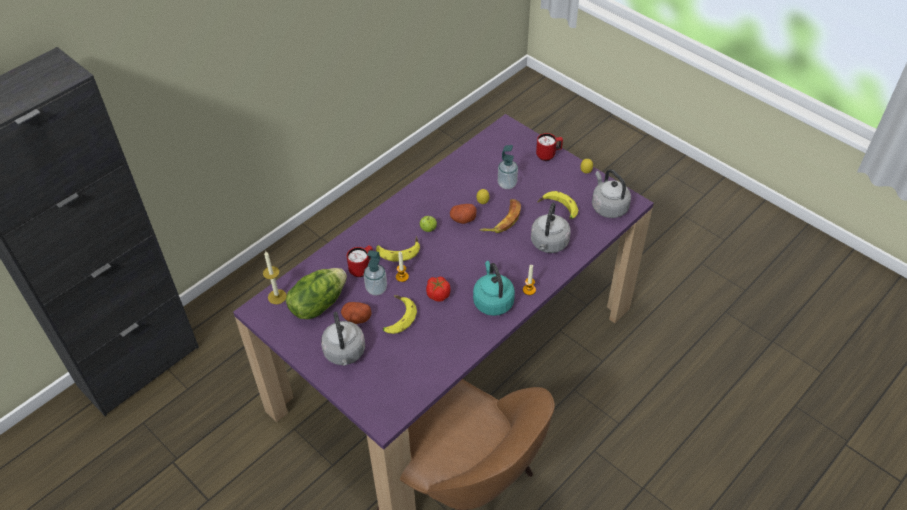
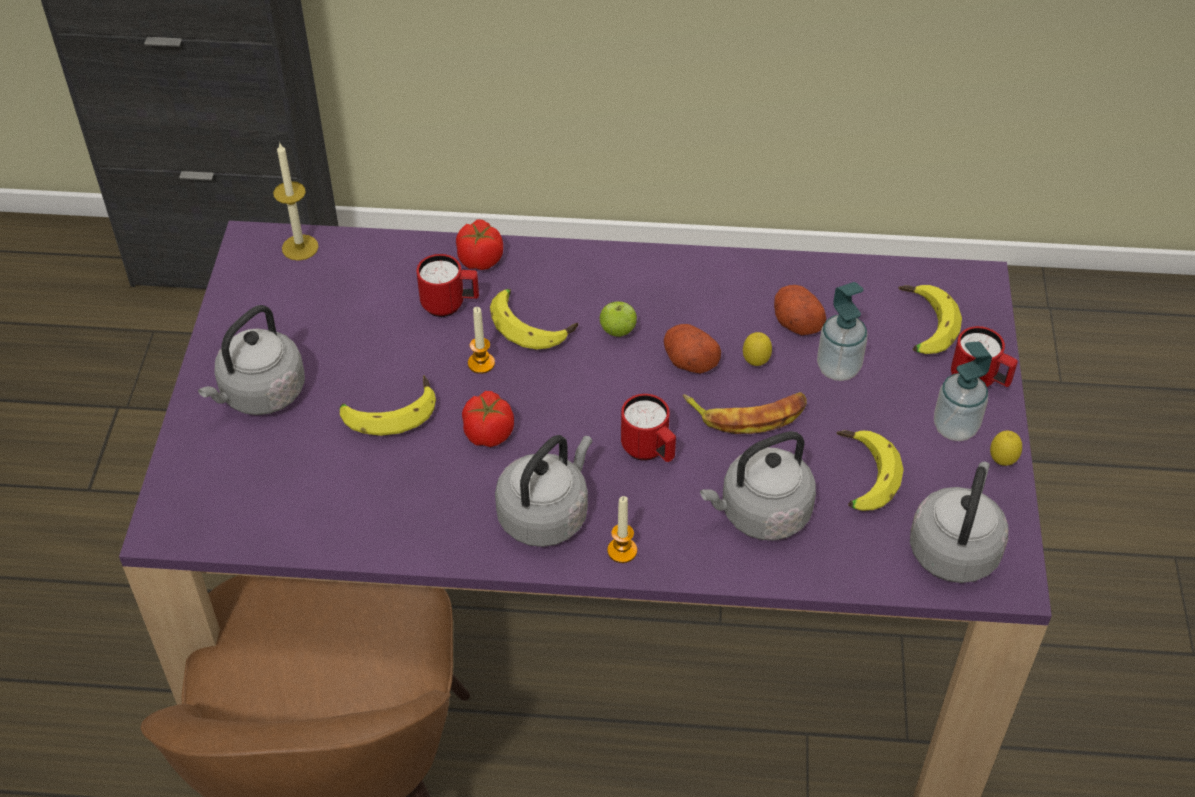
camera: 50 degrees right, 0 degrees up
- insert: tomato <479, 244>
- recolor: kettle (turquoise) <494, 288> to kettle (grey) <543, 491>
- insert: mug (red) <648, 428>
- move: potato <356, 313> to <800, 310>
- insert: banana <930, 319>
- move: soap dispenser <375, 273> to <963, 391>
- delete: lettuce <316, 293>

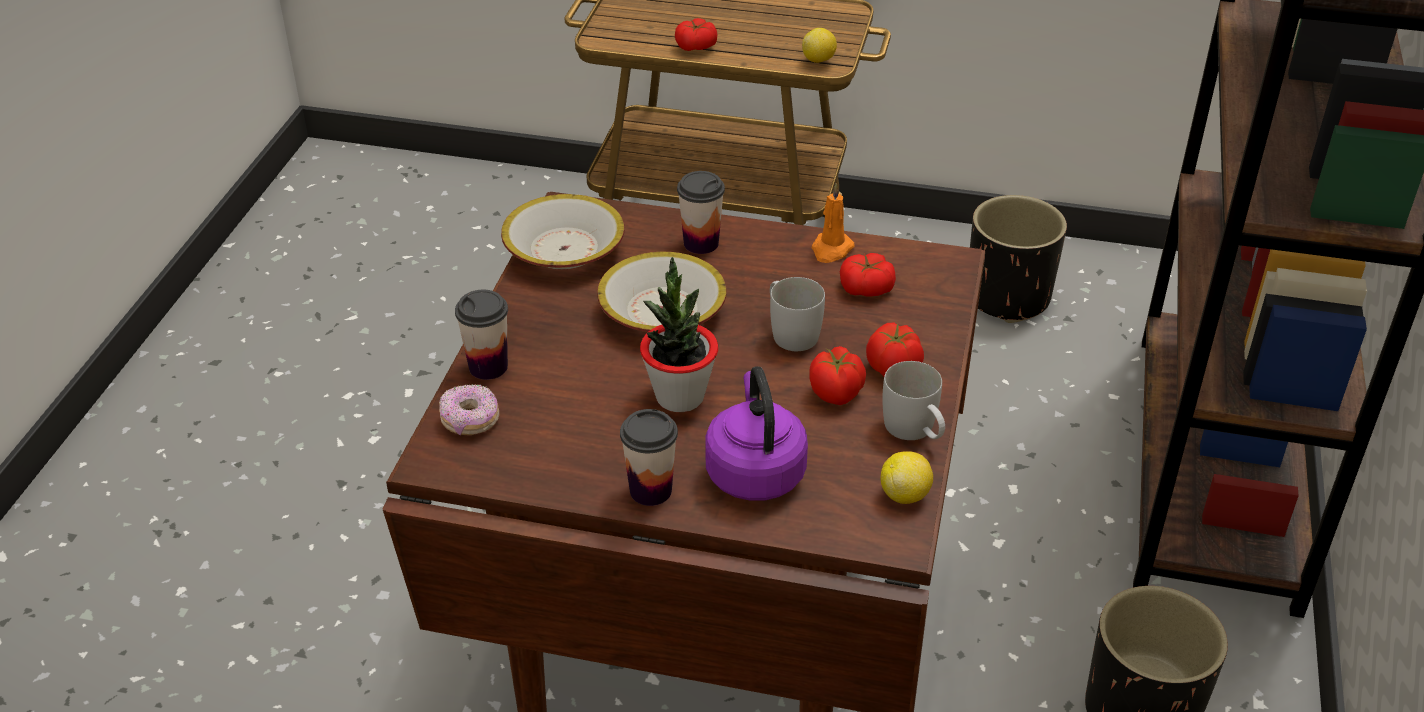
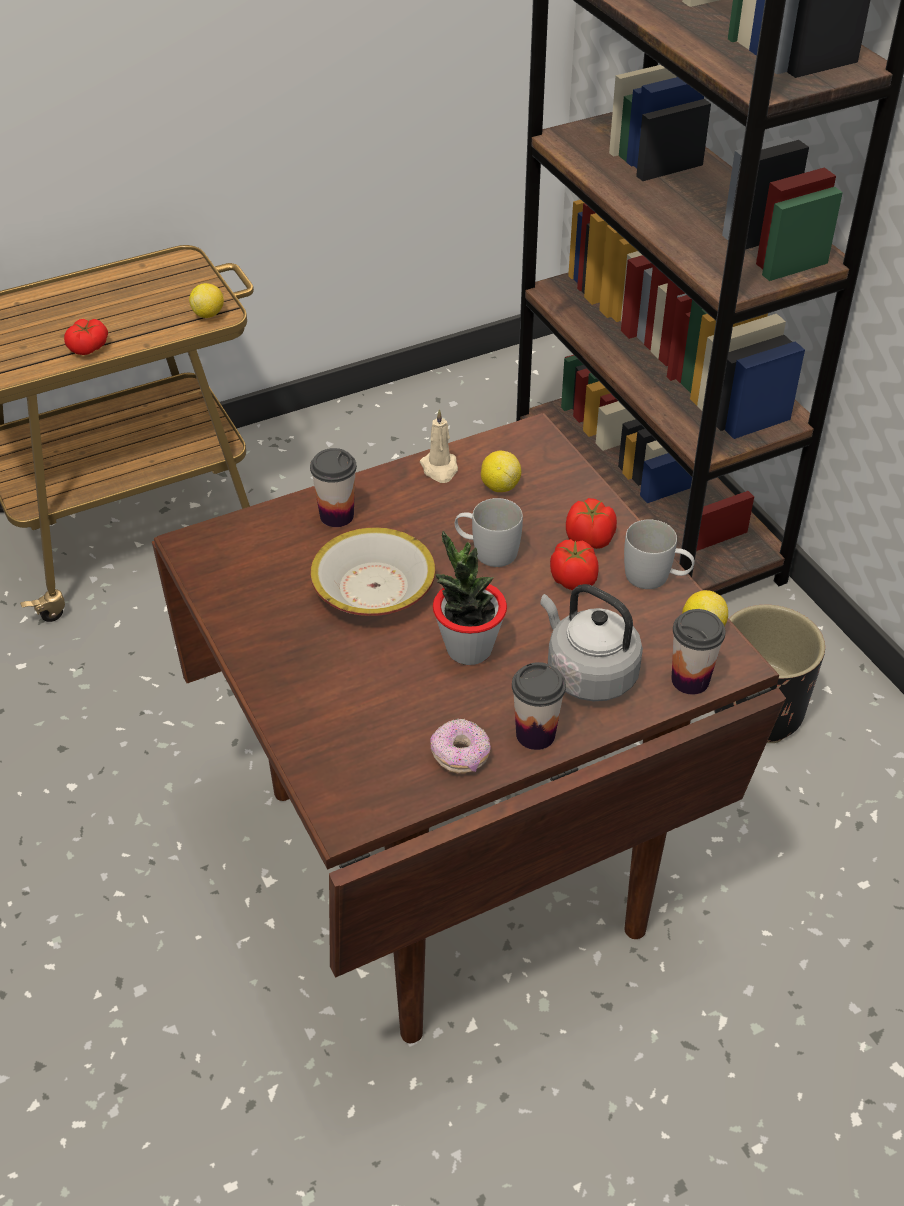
camera: 40 degrees left, 5 degrees up
- recolor: candle (orange) <833, 223> to candle (beige) <439, 446>
- move: donut <469, 409> to <461, 746>
- replace: tomato <868, 274> to lemon <501, 471>
- recolor: kettle (purple) <756, 433> to kettle (grey) <591, 642>
- move: cup <481, 335> to <698, 652>
- delete: bowl <563, 232>
- delete: planter (black) <1018, 259>

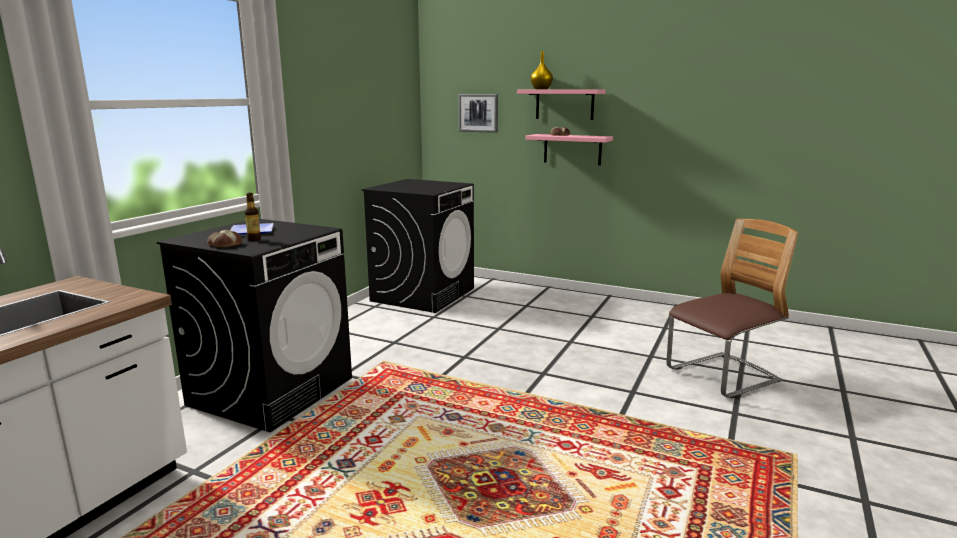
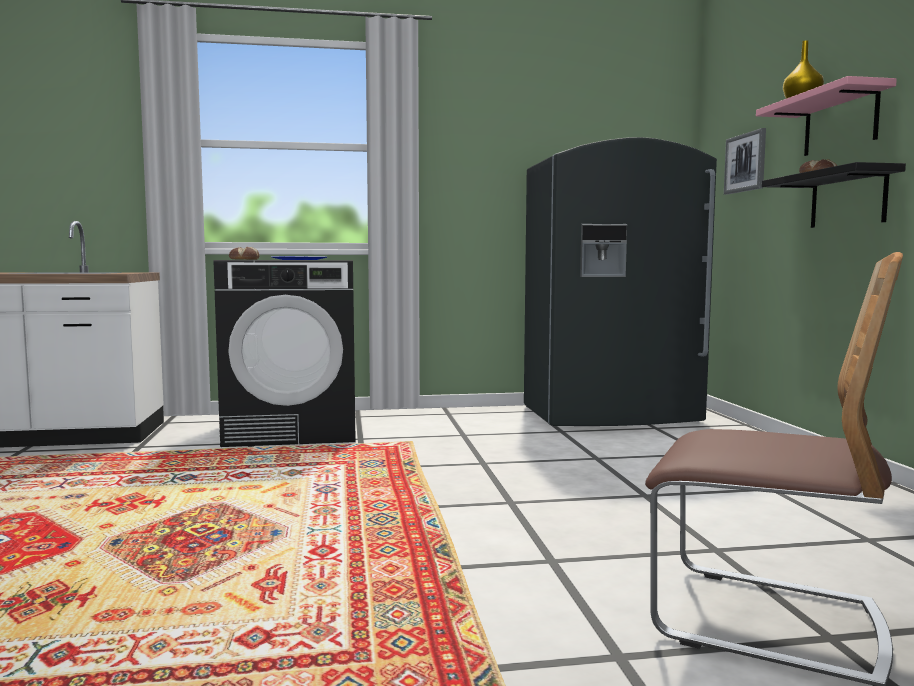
camera: 55 degrees right, 10 degrees down
- replace: washing machine (black) <417, 246> to fridge (grey) <620, 281>
- recolor: shelf (pink) <569, 149> to shelf (black) <834, 195>
- delete: bottle <253, 217>

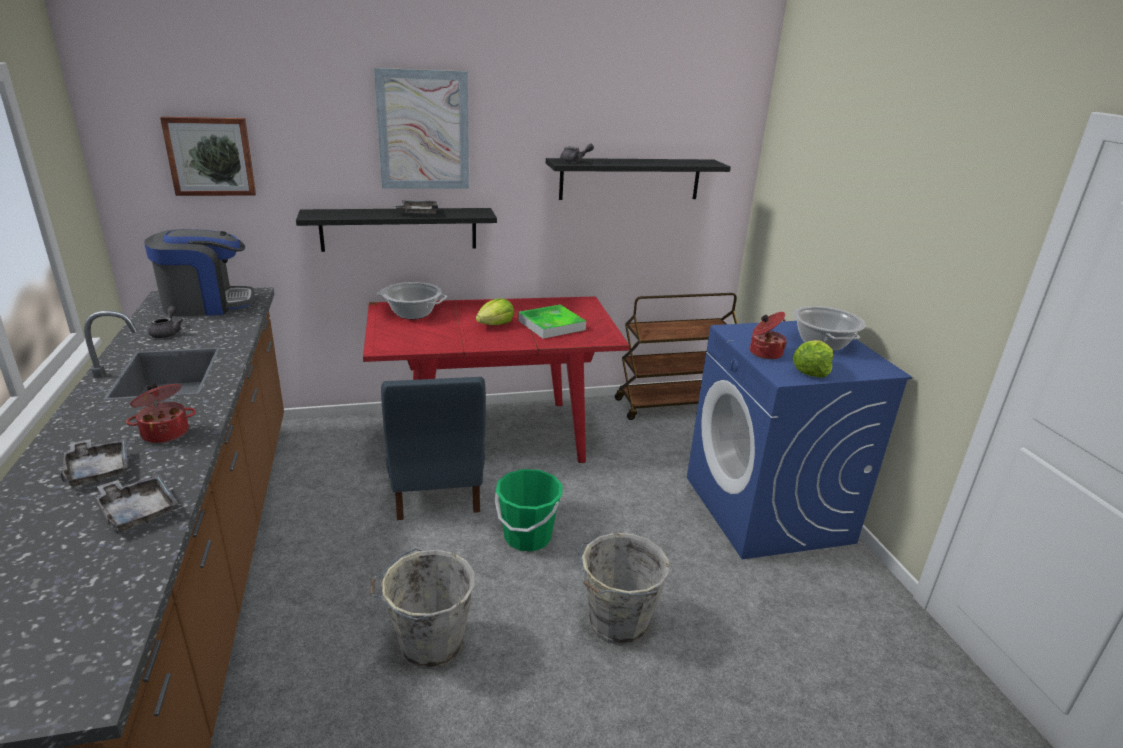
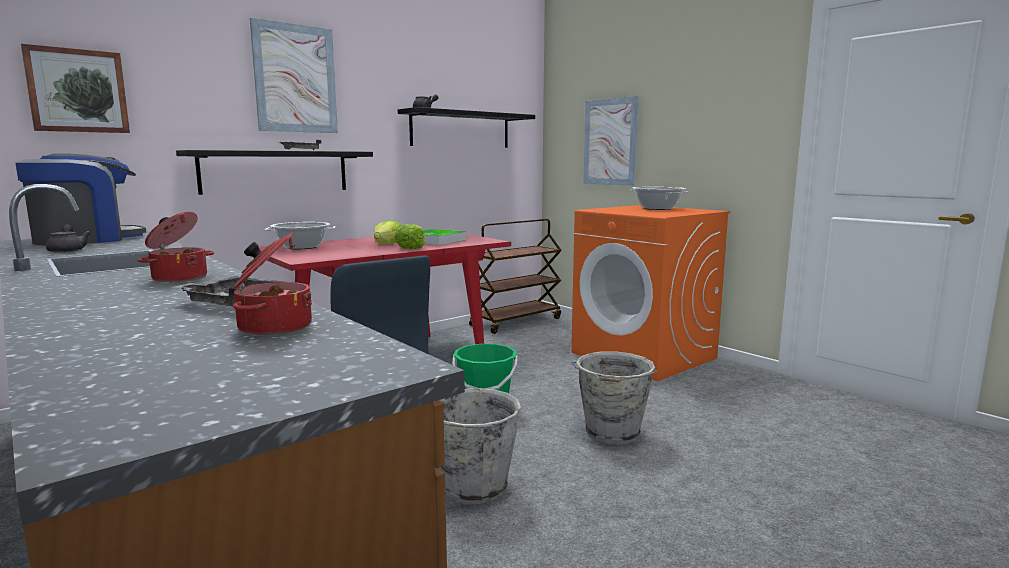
camera: 25 degrees left, 15 degrees down
- move: cooking pot <768, 336> to <272, 284>
- move: lettuce <813, 359> to <410, 236>
- recolor: washing machine (blue) <799, 440> to washing machine (orange) <650, 293>
- insert: picture <611, 141>
- delete: tray (grey) <94, 462>

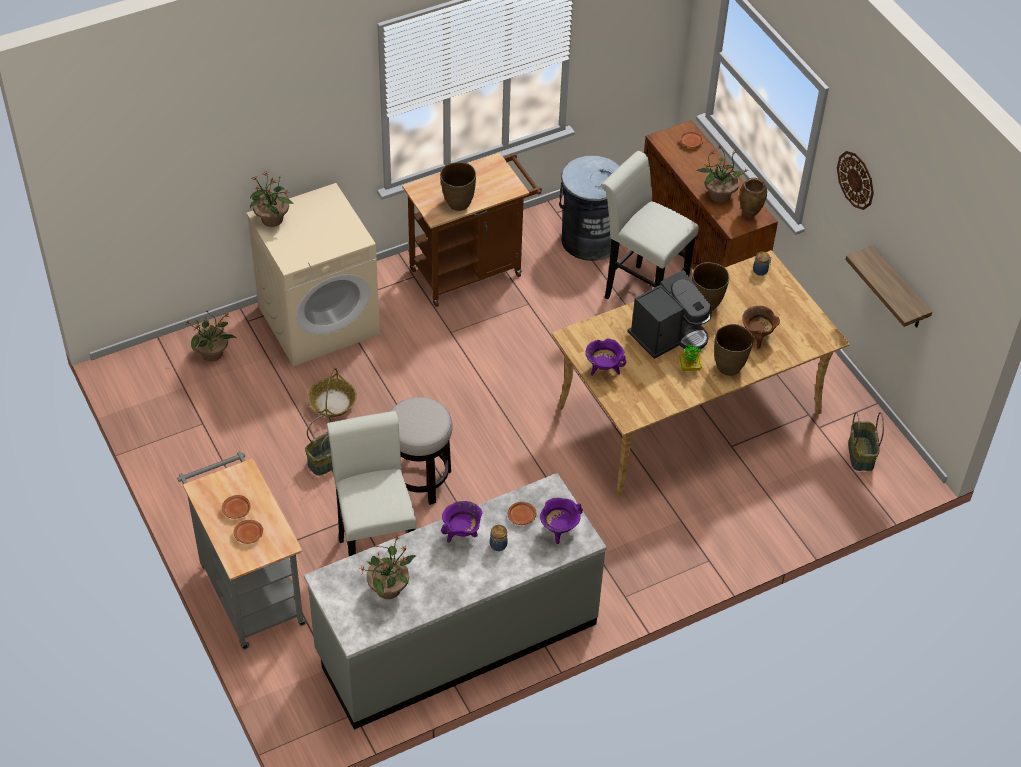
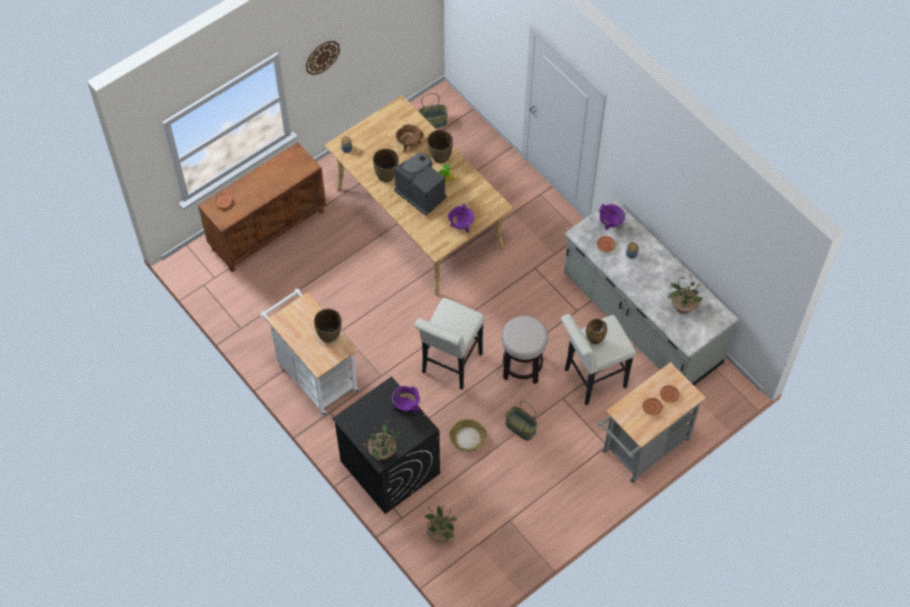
camera: 100 degrees left, 10 degrees up
- recolor: cart (brown) <472, 230> to cart (white) <309, 352>
- recolor: washing machine (beige) <313, 274> to washing machine (black) <386, 445>
- move: cooking pot (purple) <461, 522> to <406, 400>
- move: stool (white) <650, 225> to <449, 344>
- move: vase (brown) <753, 198> to <596, 331>
- delete: trash can (grey) <589, 208>
- delete: potted plant <721, 173>
- delete: shelf <888, 287>

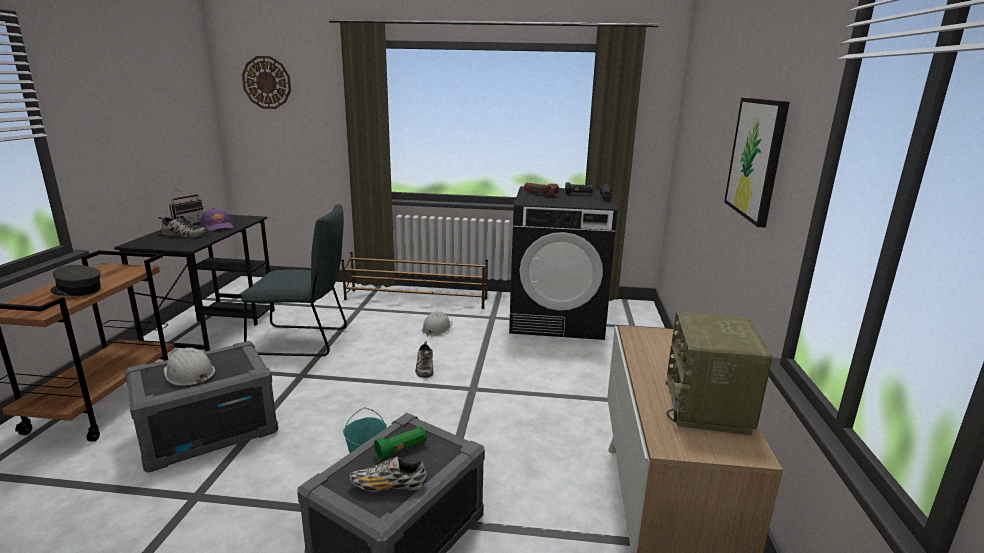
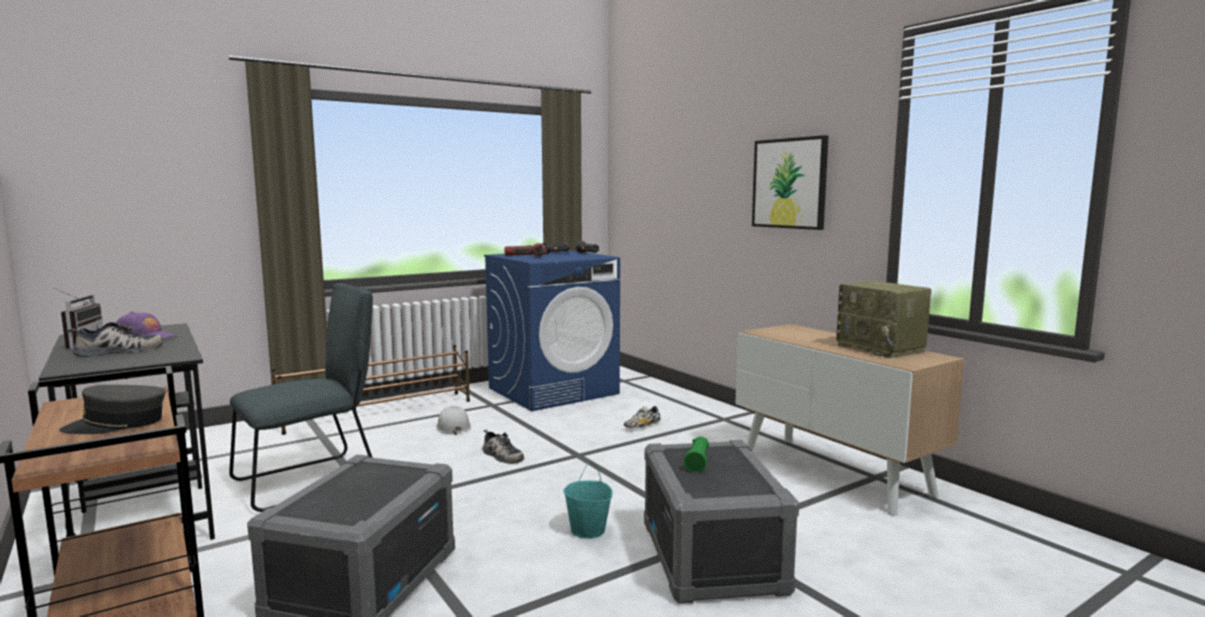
camera: 40 degrees left, 10 degrees down
- recolor: washing machine (black) <563, 263> to washing machine (blue) <552, 330>
- move: shoe <388, 474> to <642, 417>
- delete: hard hat (white) <189, 367>
- delete: wall clock <266, 82>

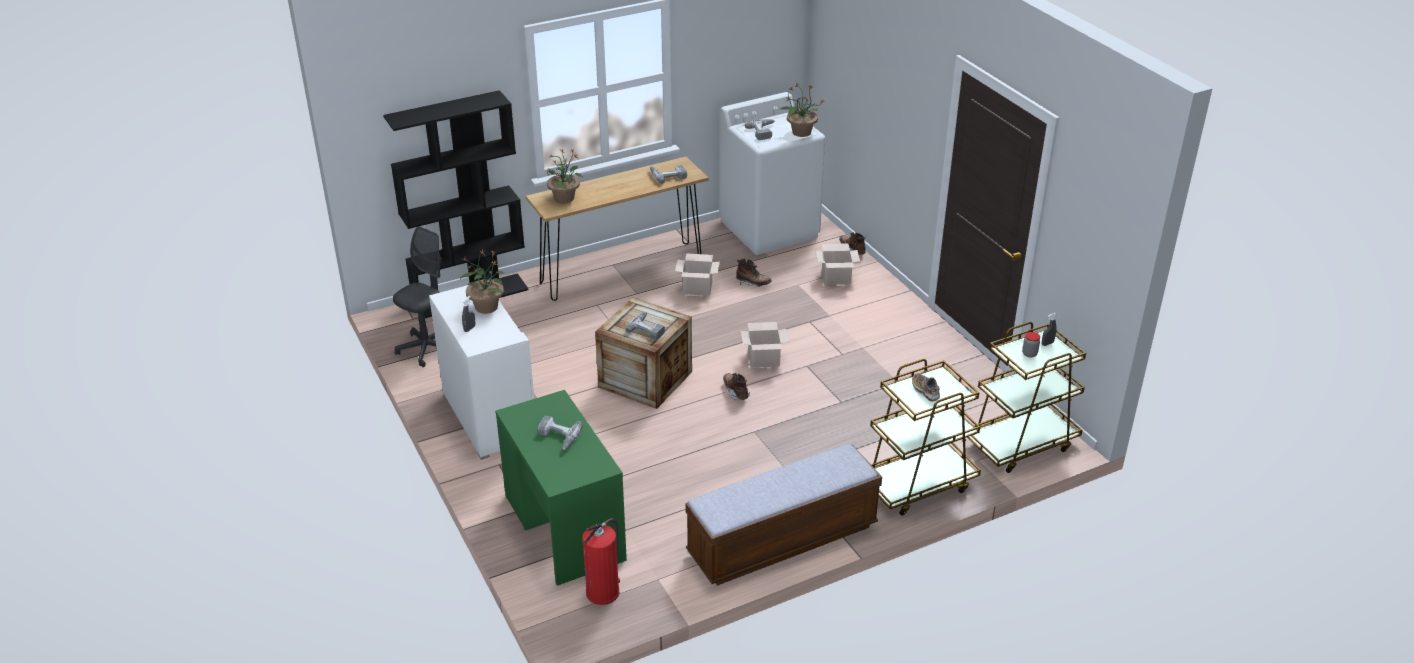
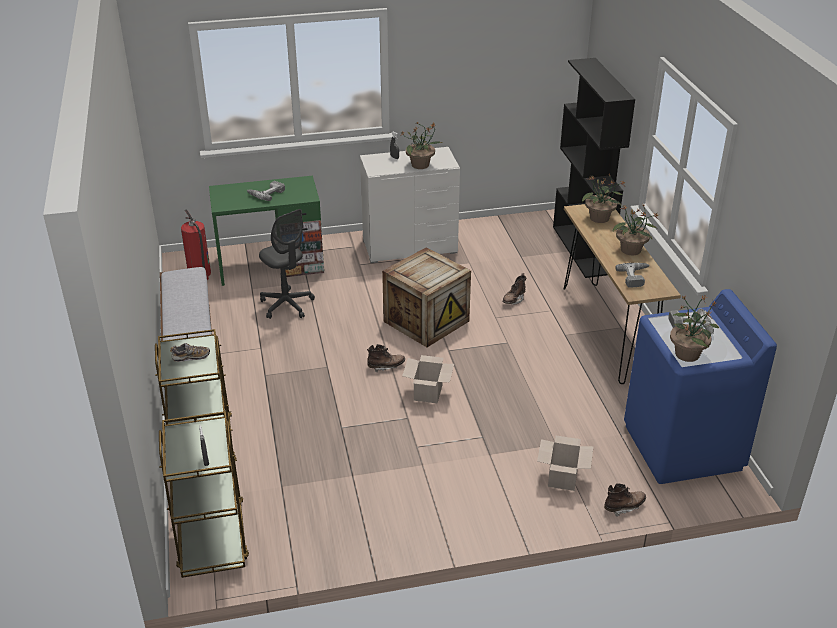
camera: 105 degrees right, 0 degrees up
- move: office chair (grey) <417, 296> to <287, 264>
- move: boot (brown) <754, 272> to <514, 289>
- insert: potted plant <635, 229>
- recolor: washing machine (white) <772, 173> to washing machine (blue) <700, 386>
- delete: power drill <645, 326>
- delete: cardboard box <697, 274>
- delete: jar <1031, 345>

